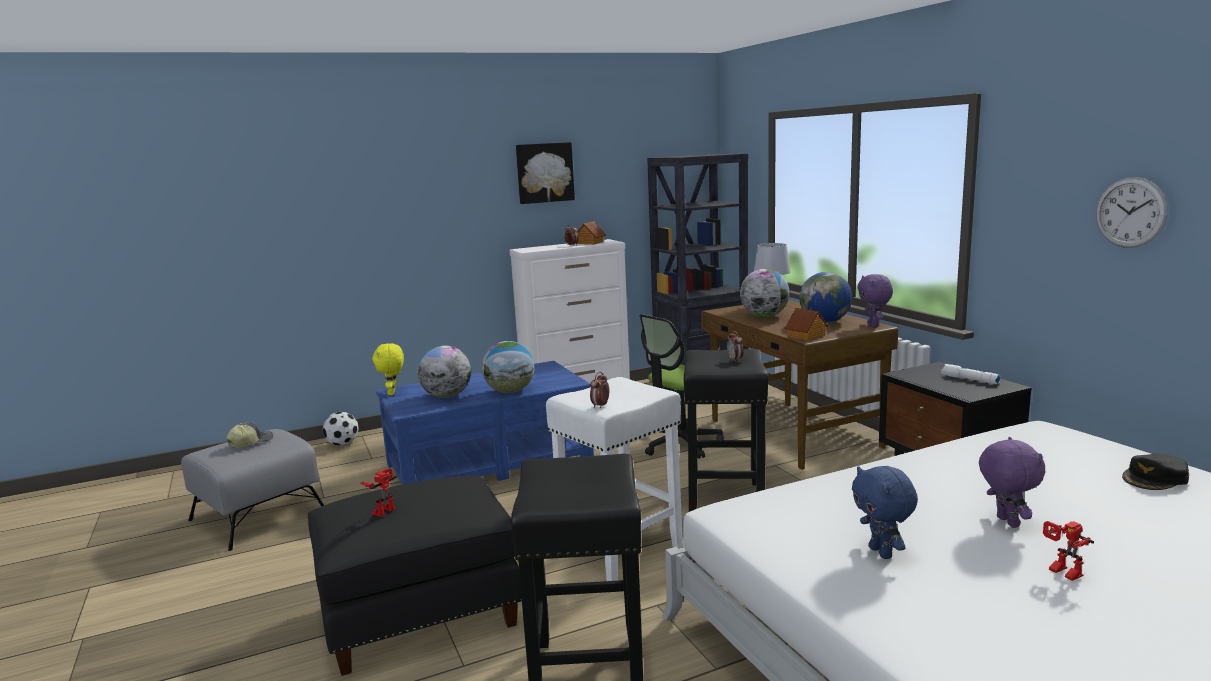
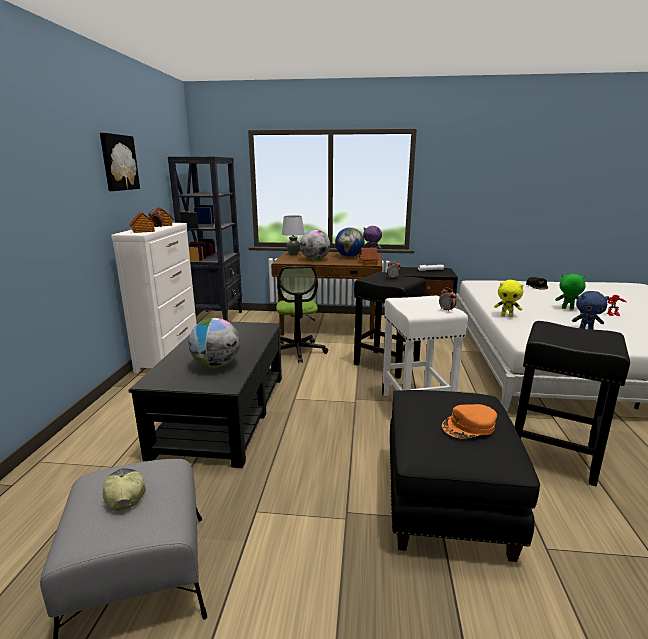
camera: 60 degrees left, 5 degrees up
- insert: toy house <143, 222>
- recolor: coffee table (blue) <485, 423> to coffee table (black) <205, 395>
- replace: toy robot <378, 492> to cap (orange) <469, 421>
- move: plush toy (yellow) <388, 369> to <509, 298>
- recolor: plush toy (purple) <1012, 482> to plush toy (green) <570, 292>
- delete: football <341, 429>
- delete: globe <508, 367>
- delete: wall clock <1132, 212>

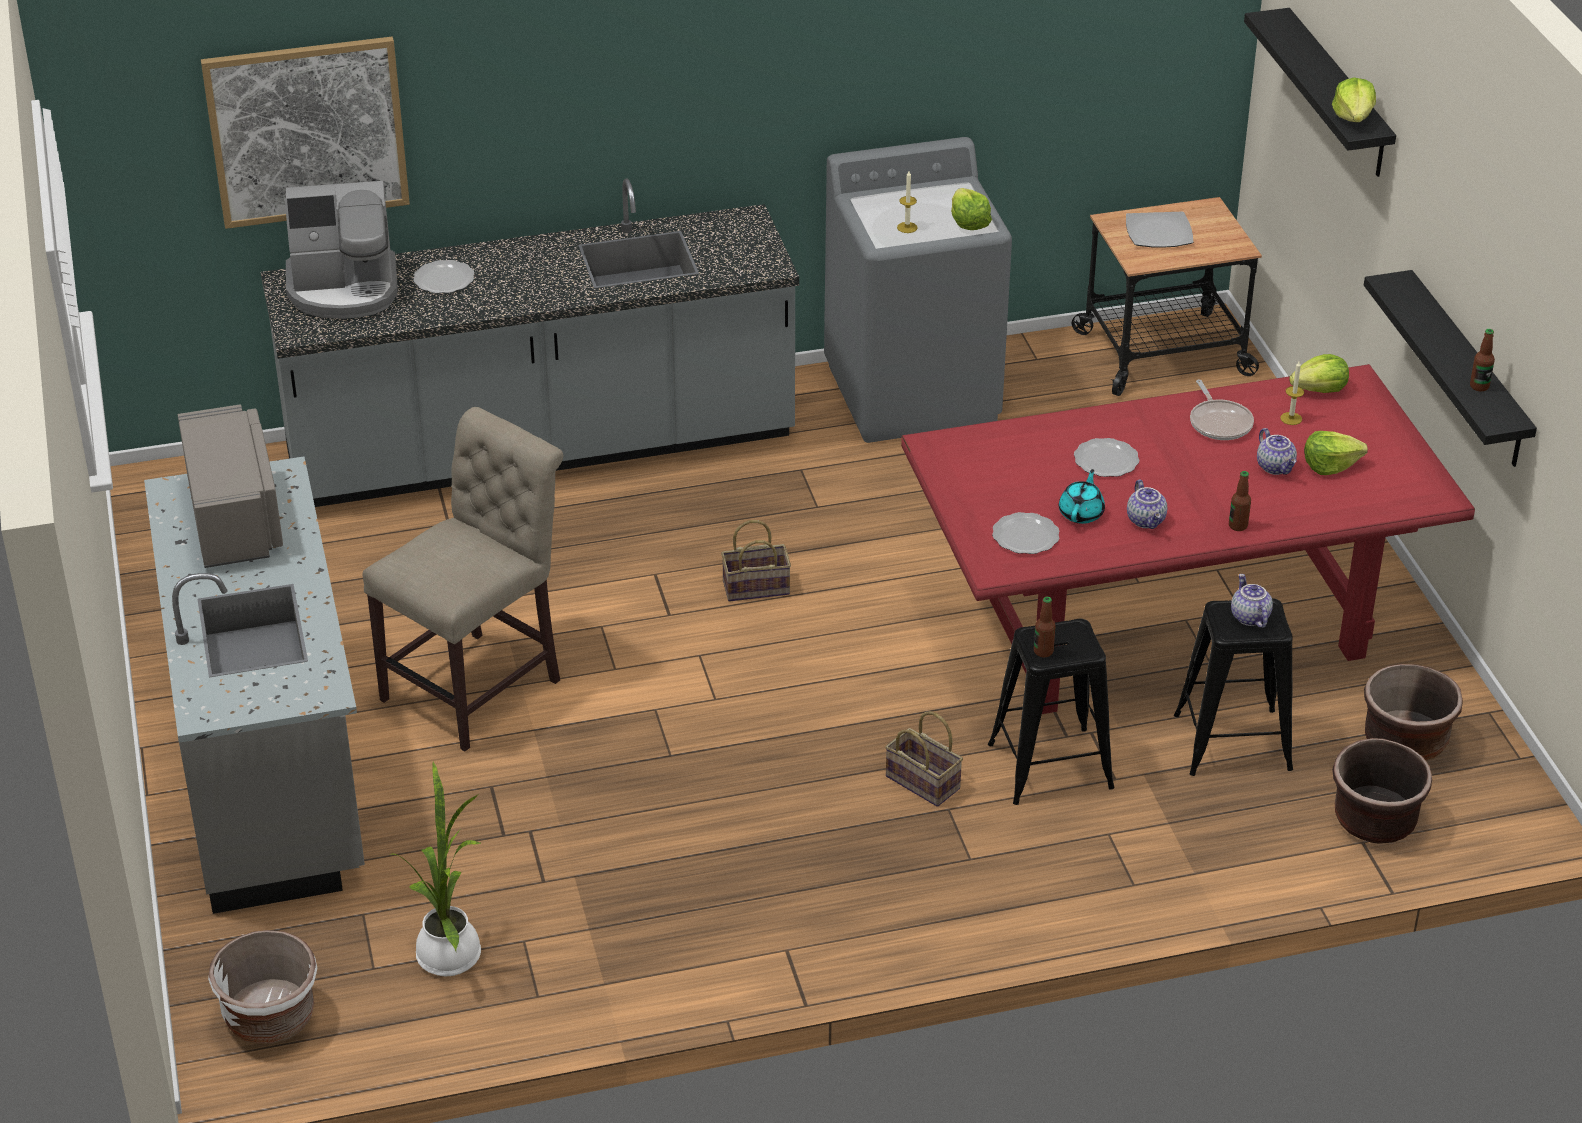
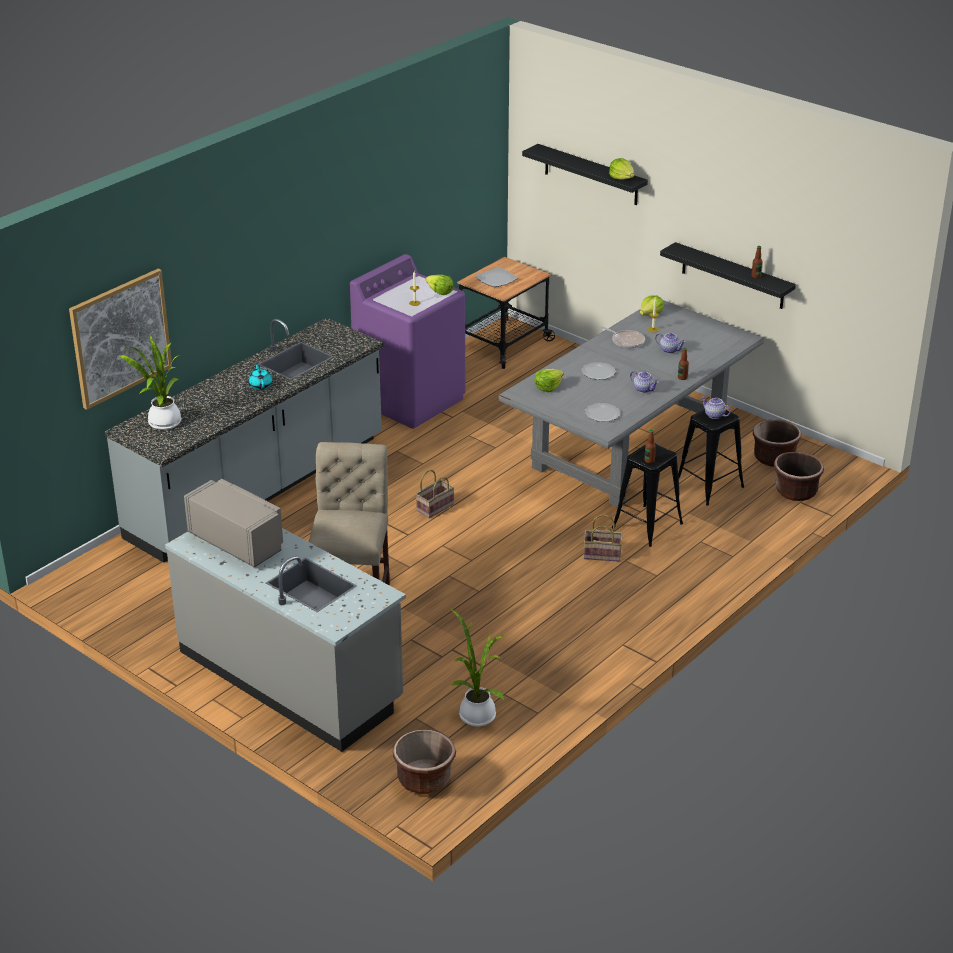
camera: 35 degrees left, 5 degrees down
- replace: coffee machine <341, 250> to potted plant <149, 382>
- move: teapot (turquoise) <1082, 496> to <260, 376>
- recolor: washing machine (grey) <918, 290> to washing machine (purple) <407, 341>
- recolor: planter (white) <263, 987> to planter (brown) <424, 762>
- recolor: dining table (red) <1188, 539> to dining table (grey) <631, 403>
- move: lettuce <1336, 453> to <549, 380>
- delete: plate <443, 276>

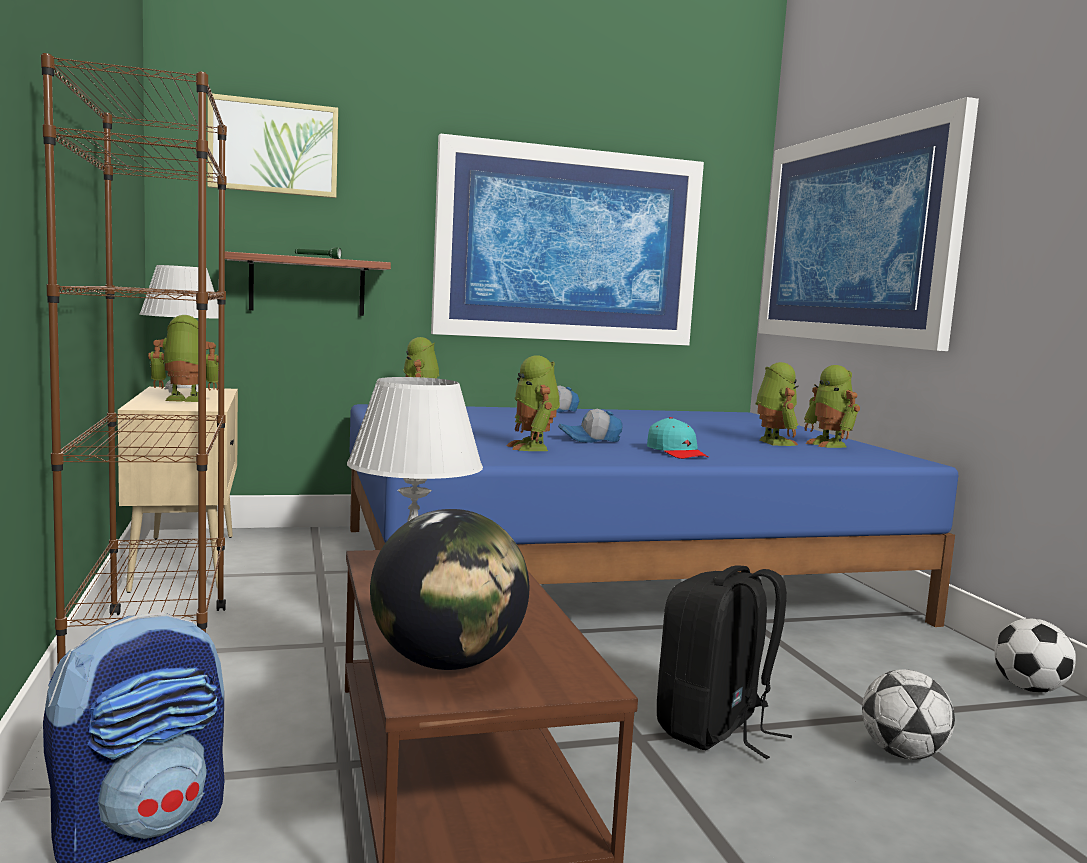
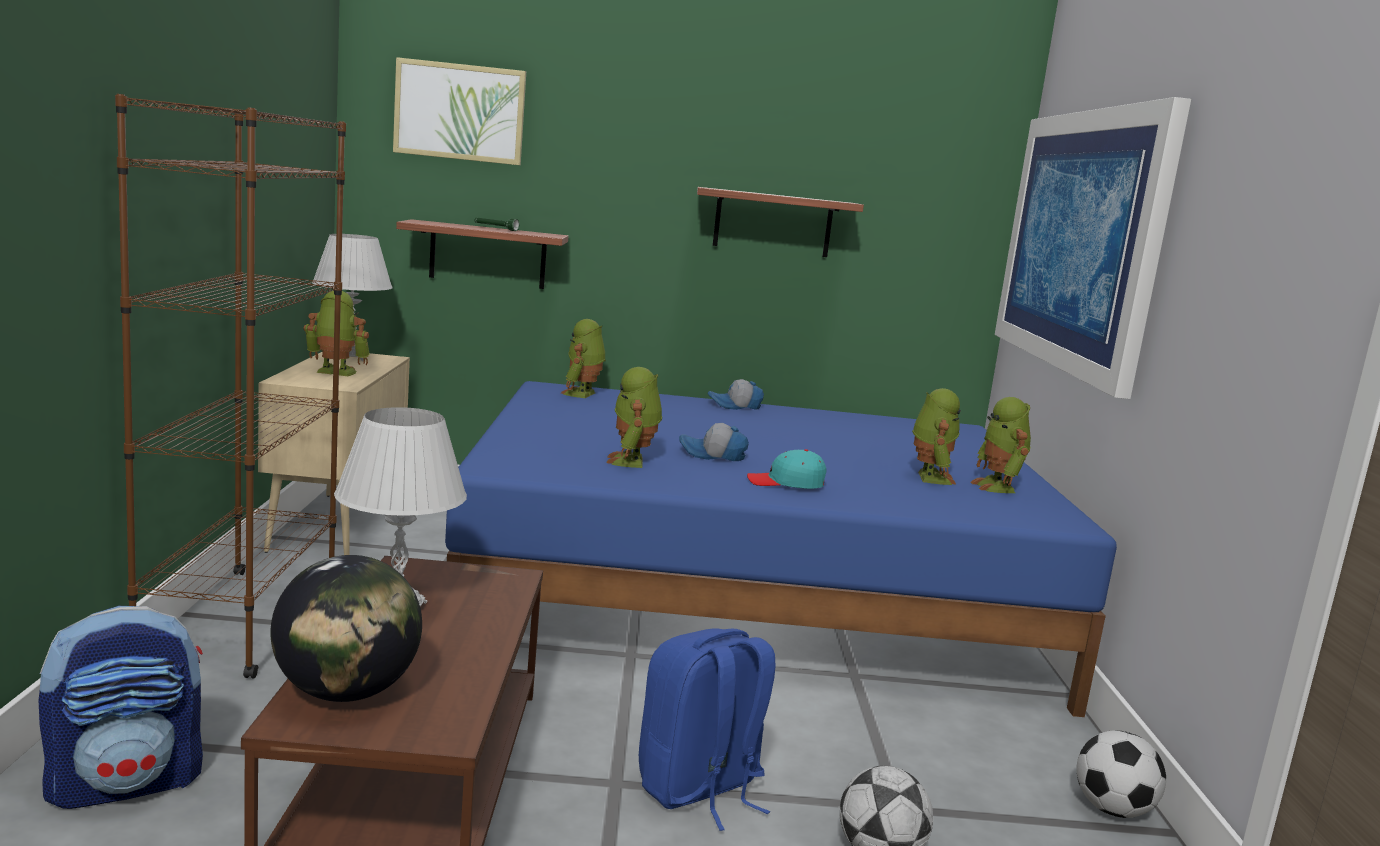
camera: 15 degrees right, 5 degrees up
- recolor: backpack (black) <724, 662> to backpack (blue) <707, 729>
- replace: picture <567, 239> to shelf <780, 222>
- rotate: cap (turquoise) <678, 438> = <786, 469> 105 degrees clockwise

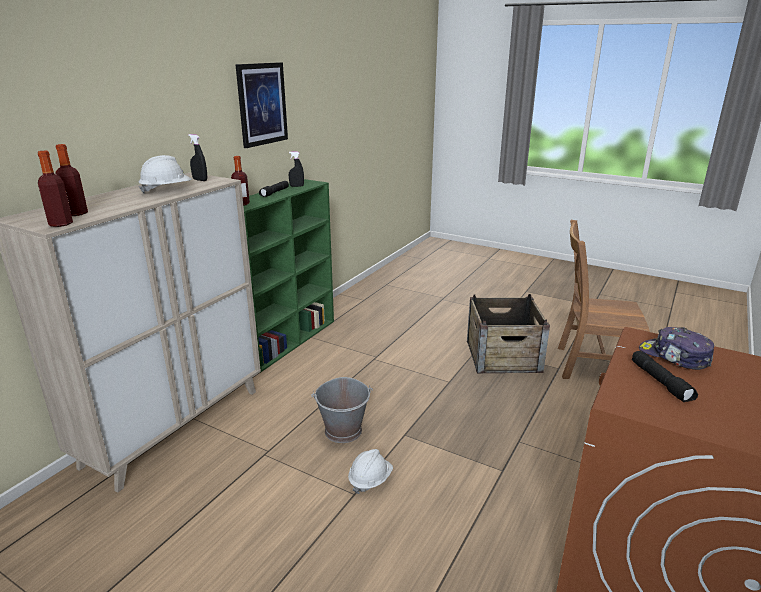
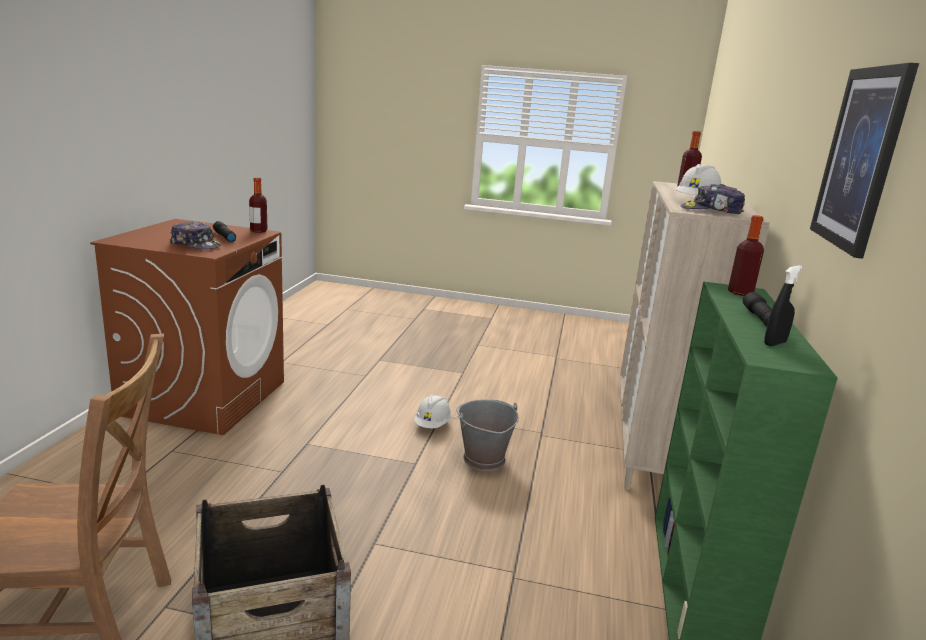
camera: 160 degrees right, 5 degrees down
- move: bottle <55, 189> to <258, 205>
- replace: spray bottle (black) <197, 157> to cap <713, 199>

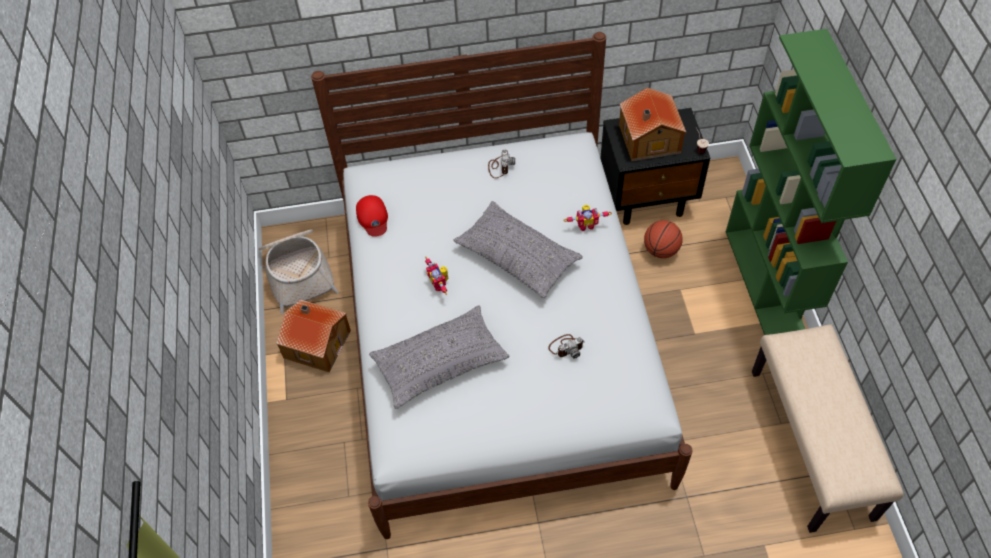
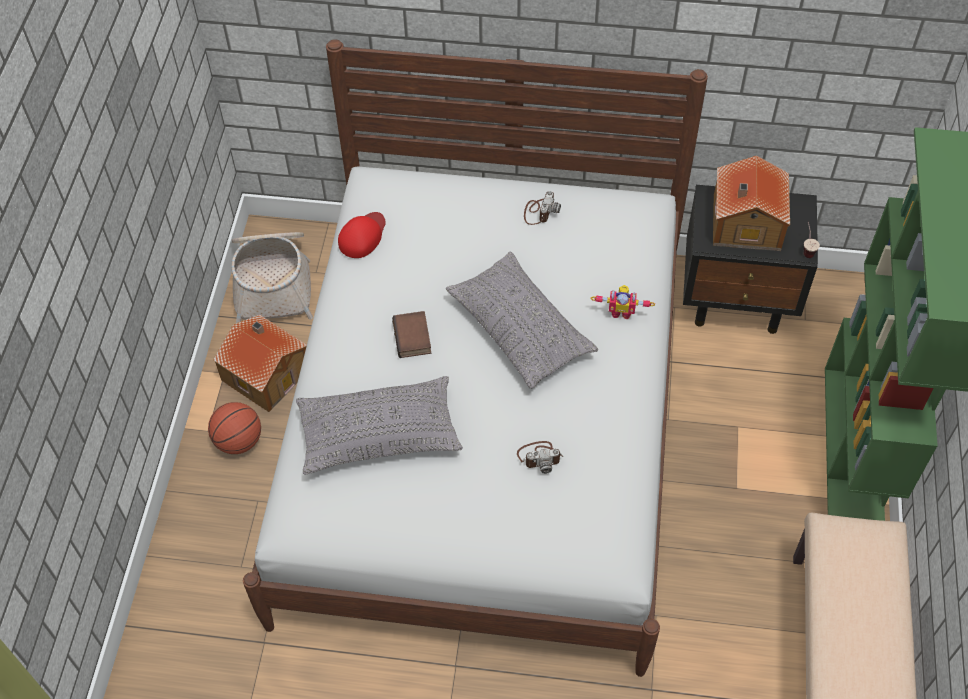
camera: 15 degrees right, 0 degrees up
- move: basketball <663, 239> to <234, 428>
- rotate: cap (red) <372, 216> = <362, 235> 150 degrees counterclockwise
- replace: toy robot <436, 276> to book <411, 334>

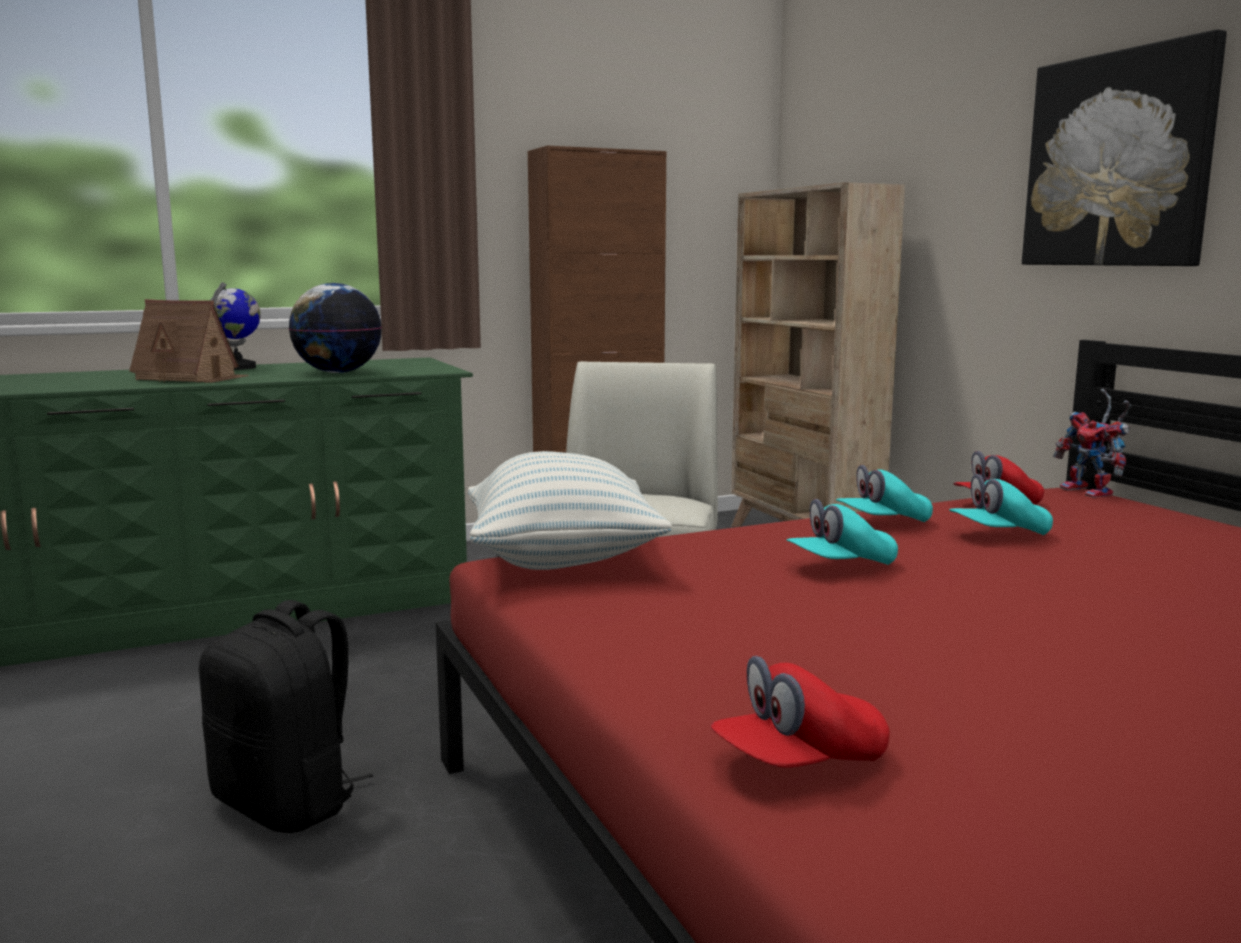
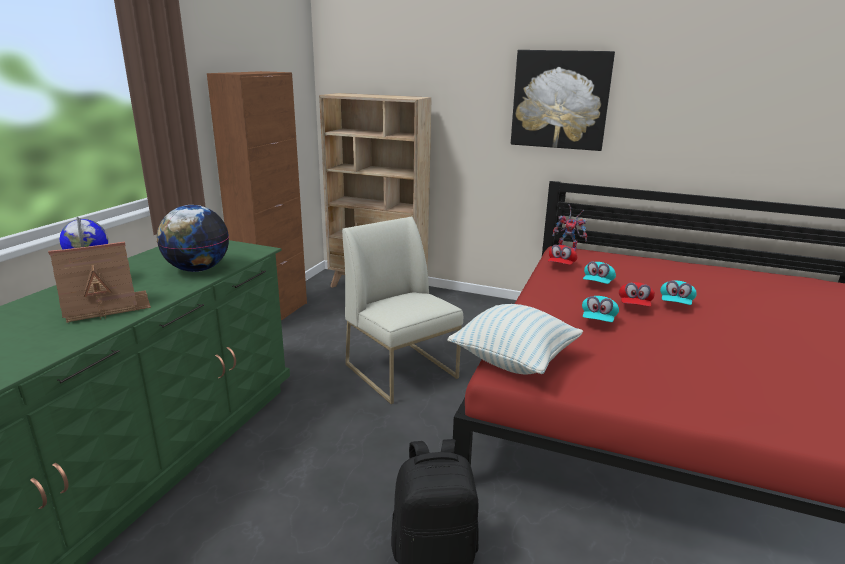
camera: 45 degrees left, 10 degrees up
- move: cap (red) <800, 712> to <637, 294>
- move: cap (turquoise) <884, 493> to <678, 292>

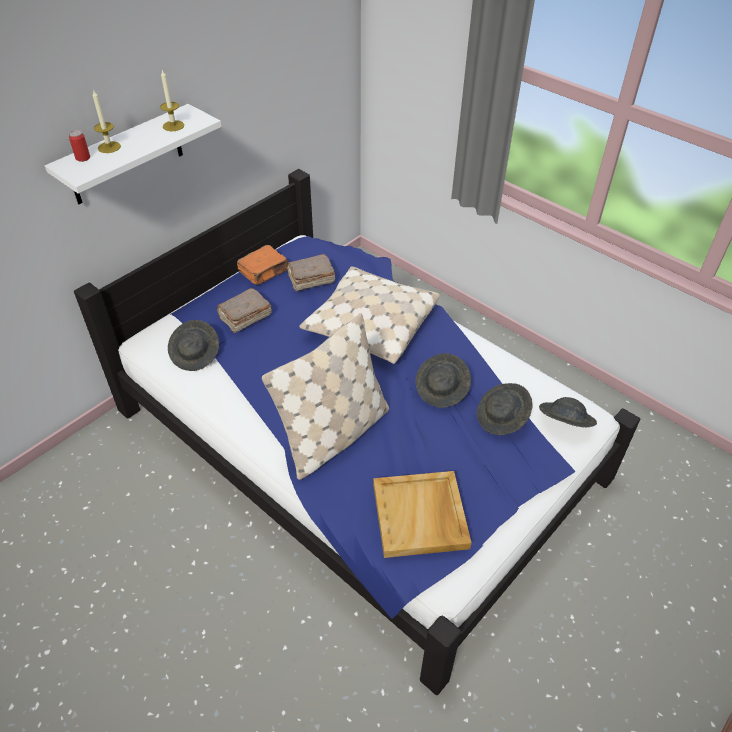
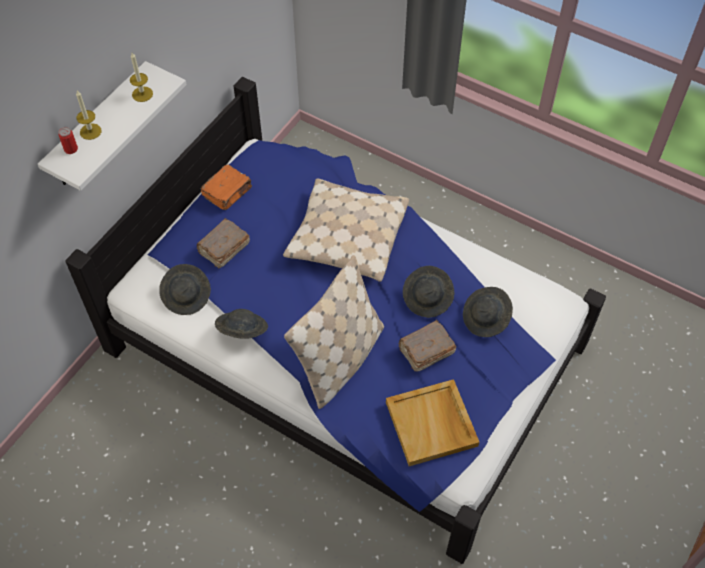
camera: 10 degrees left, 10 degrees up
- move: hat (grey) <568, 412> to <241, 324>
- move: book (brown) <311, 272> to <427, 346>

